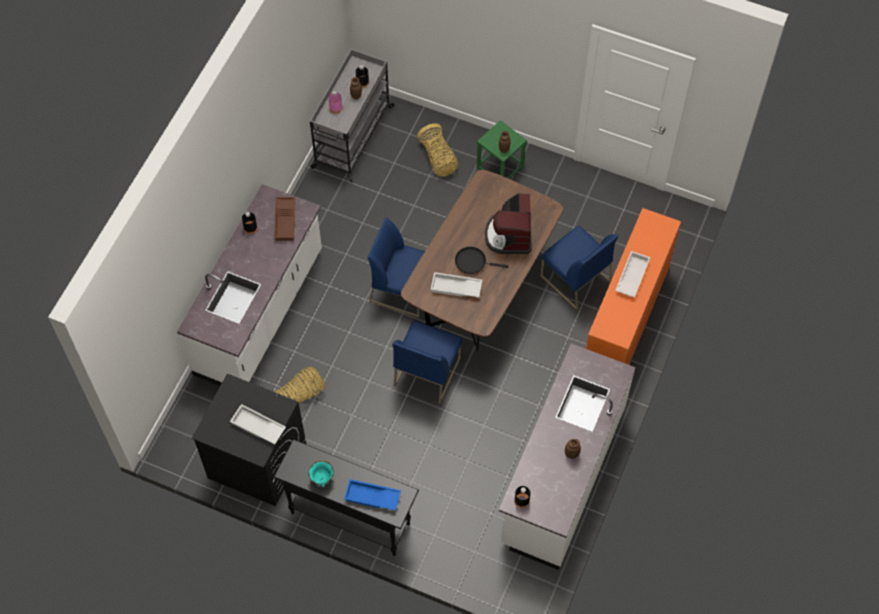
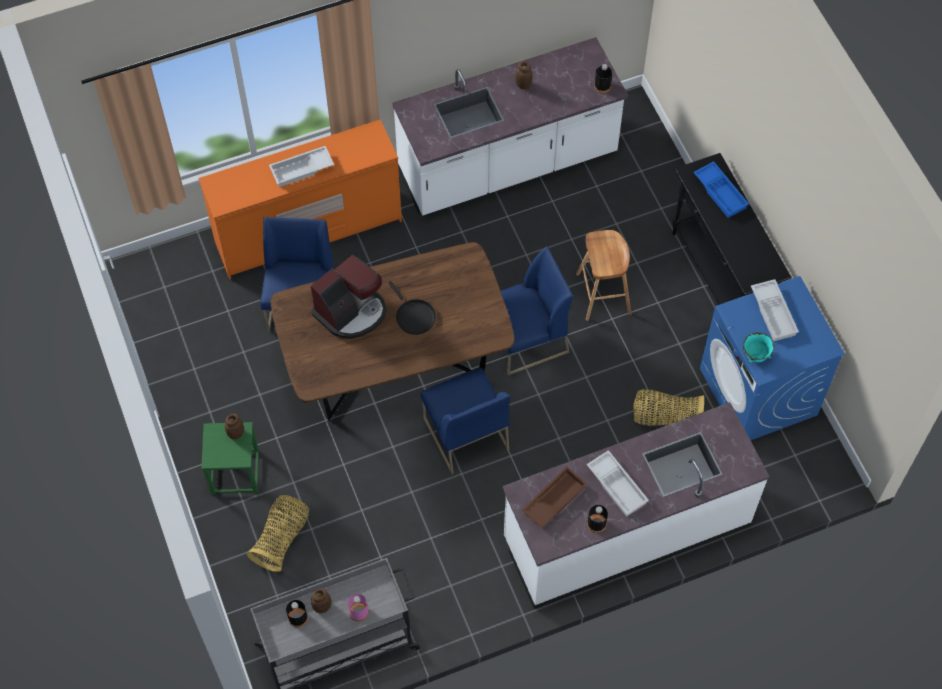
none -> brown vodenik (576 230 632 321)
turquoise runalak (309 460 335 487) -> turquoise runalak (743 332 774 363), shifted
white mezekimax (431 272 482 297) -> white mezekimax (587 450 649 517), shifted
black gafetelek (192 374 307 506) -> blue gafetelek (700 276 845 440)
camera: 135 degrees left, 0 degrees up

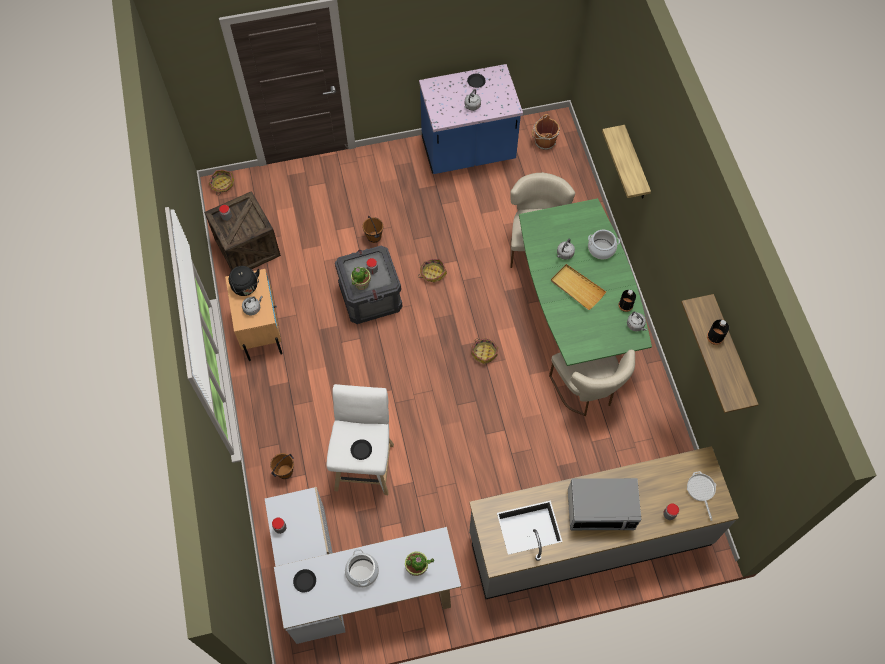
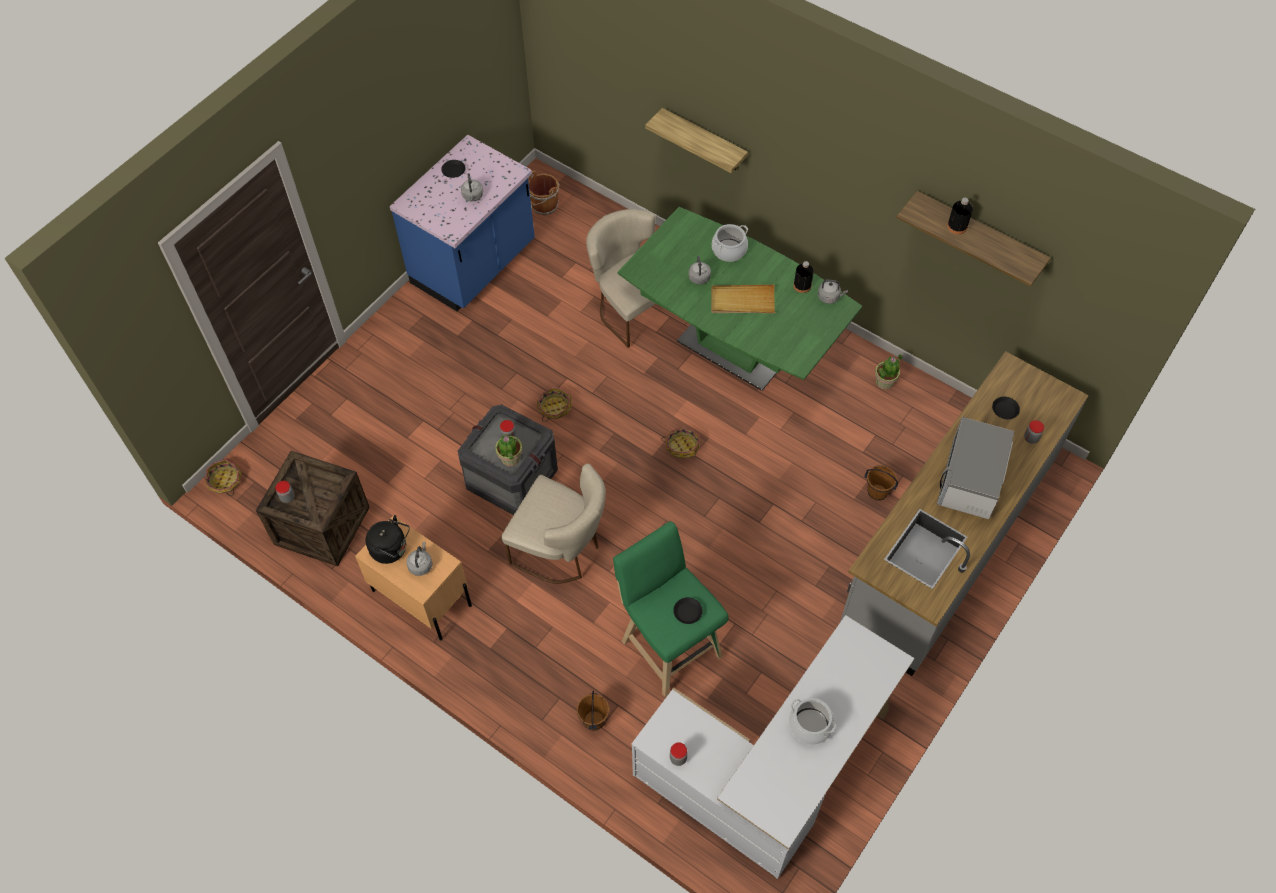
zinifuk (687 471 716 521) -> none
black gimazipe (293 569 316 592) -> black gimazipe (992 397 1020 419), shifted
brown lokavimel (362 216 383 243) -> brown lokavimel (865 465 898 501), shifted
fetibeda (405 551 434 576) -> fetibeda (875 354 903 390), shifted
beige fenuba (549 350 635 416) -> beige fenuba (501 463 606 584), shifted
white vodenik (327 384 394 495) -> green vodenik (613 521 728 697)
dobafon (568 478 641 530) -> dobafon (937 417 1014 519), 150 degrees clockwise
camera: 40 degrees left, 5 degrees down

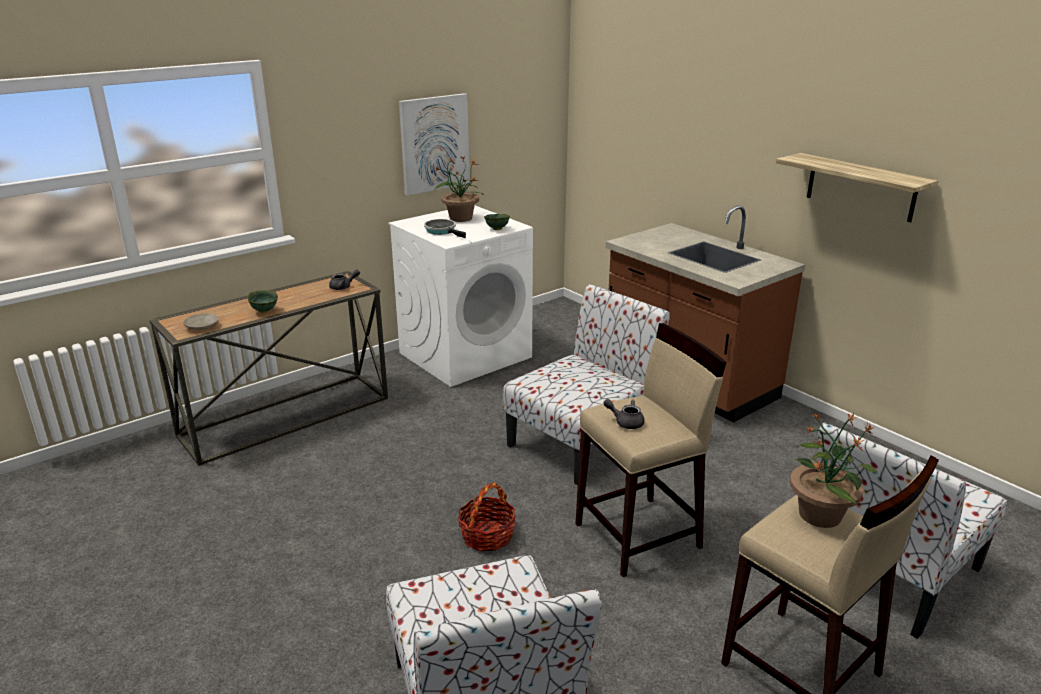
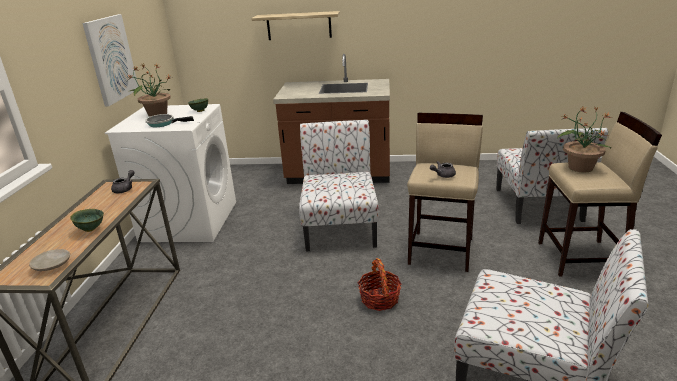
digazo (776 153 938 222) -> digazo (251 11 340 40), shifted
camera: 45 degrees left, 0 degrees up

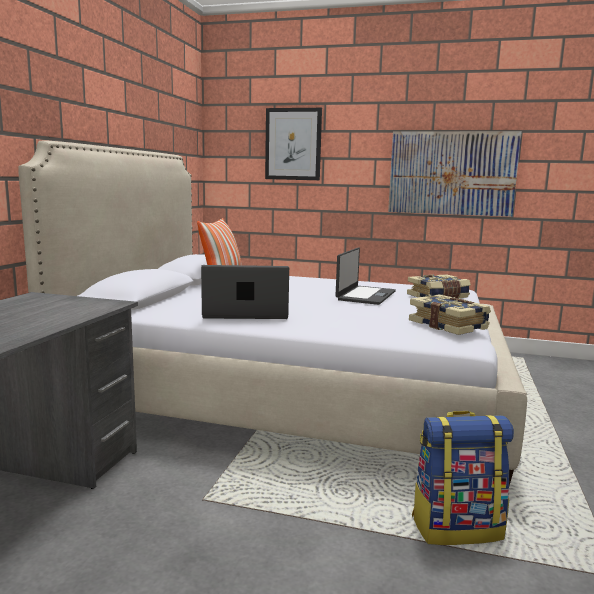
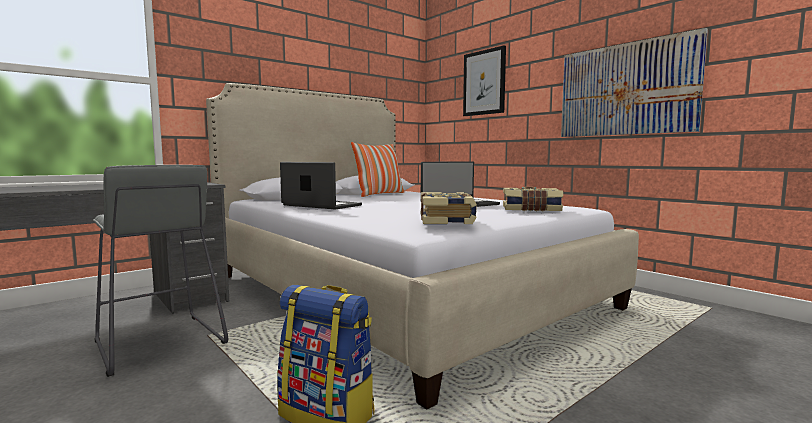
none -> grey vodenik (93 165 228 377)
camera: 35 degrees right, 5 degrees down

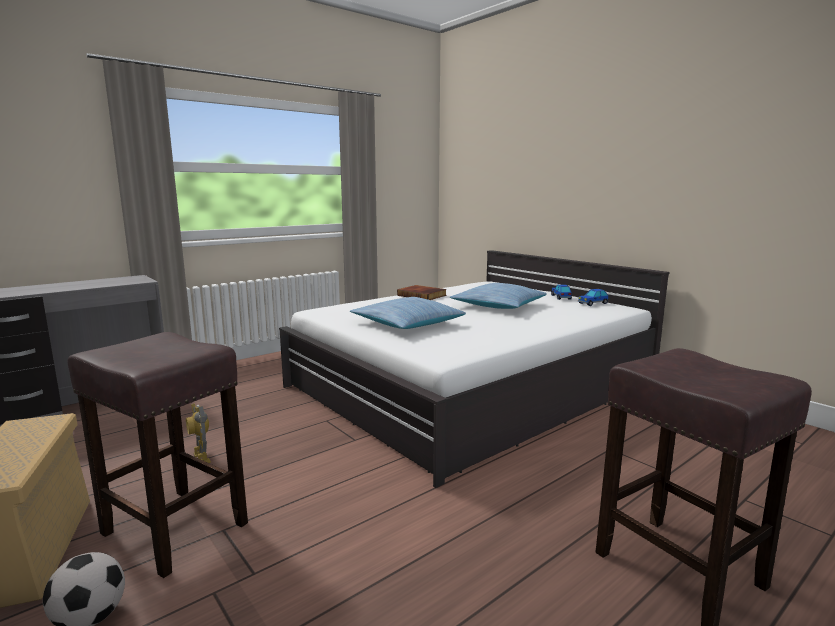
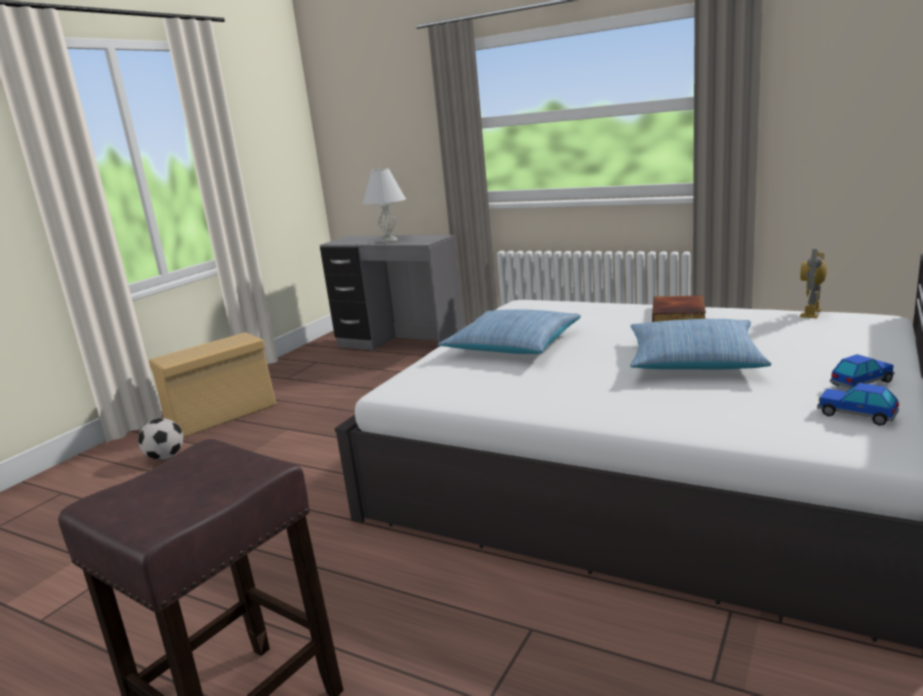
brown vodenik (67 332 248 578) -> none
none -> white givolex (362 168 406 242)
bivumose (186 404 211 463) -> bivumose (800 249 827 318), shifted
camera: 70 degrees right, 5 degrees up

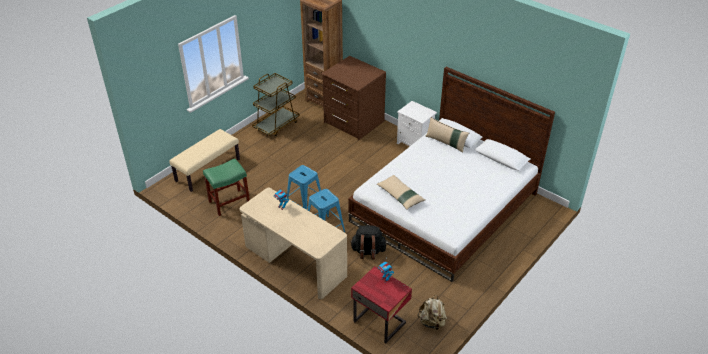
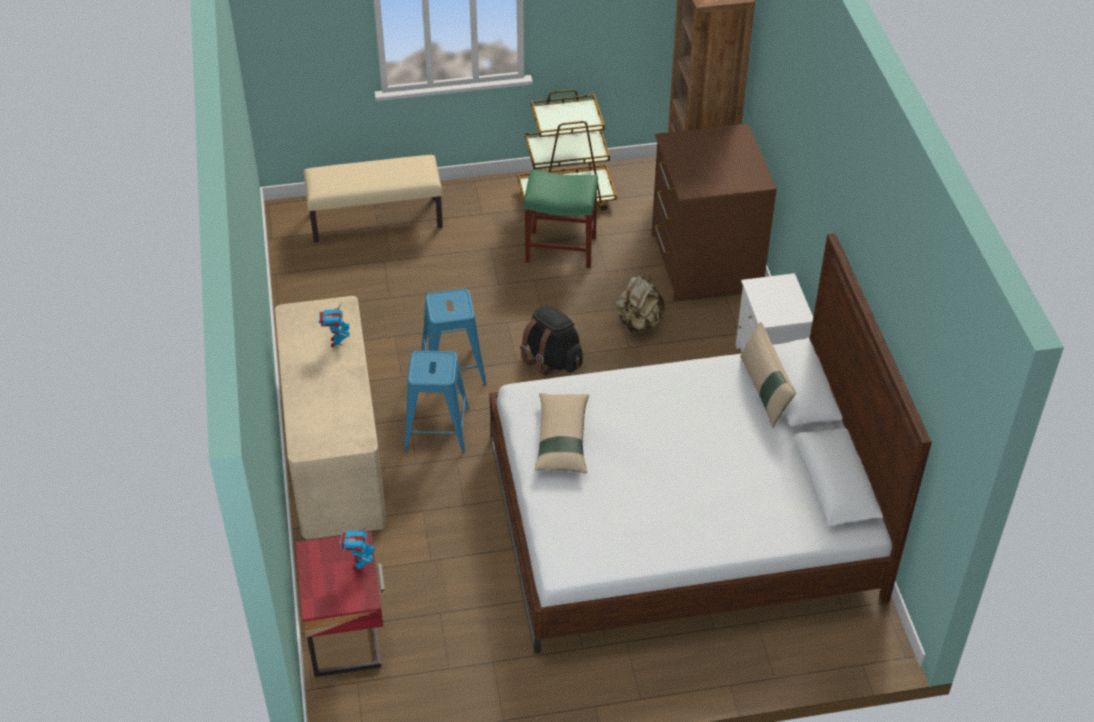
green vodenik (203 159 250 216) -> green vodenik (524 170 598 268), shifted
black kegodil (350 225 386 259) -> black kegodil (520 305 583 376), shifted
beige kegodil (417 295 447 330) -> beige kegodil (616 275 665 334), shifted
camera: 40 degrees right, 5 degrees up

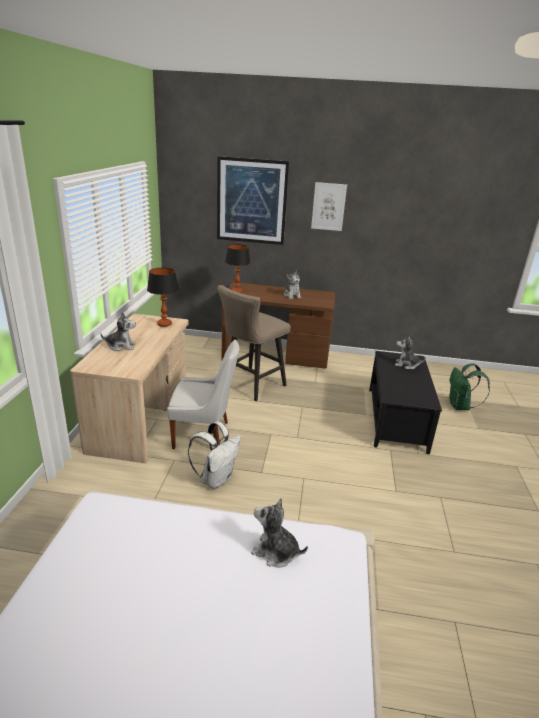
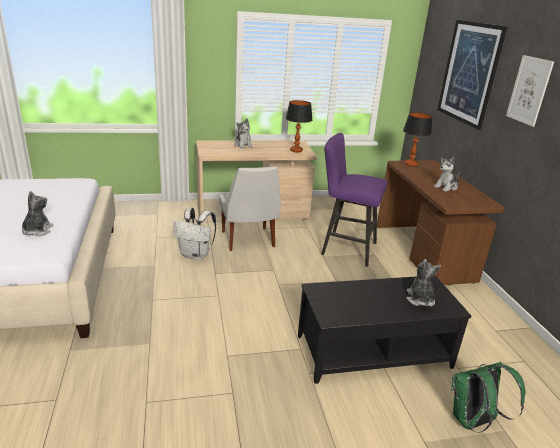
beige vodenik (217 285 291 401) -> purple vodenik (321 133 388 267)
camera: 70 degrees right, 0 degrees up

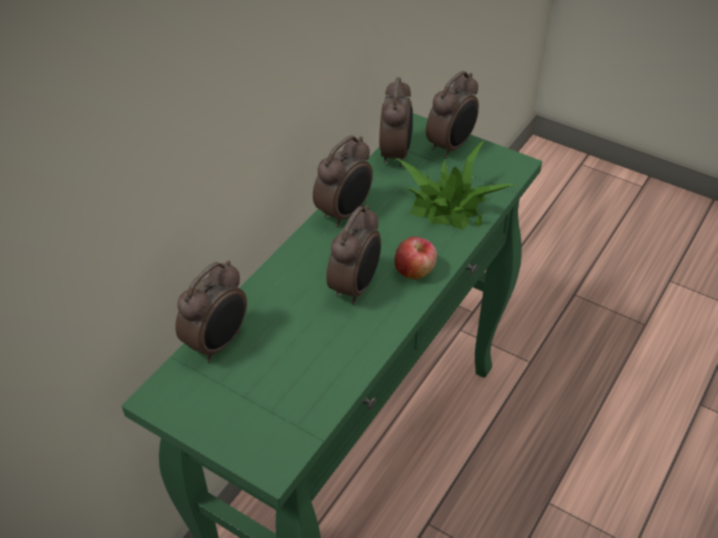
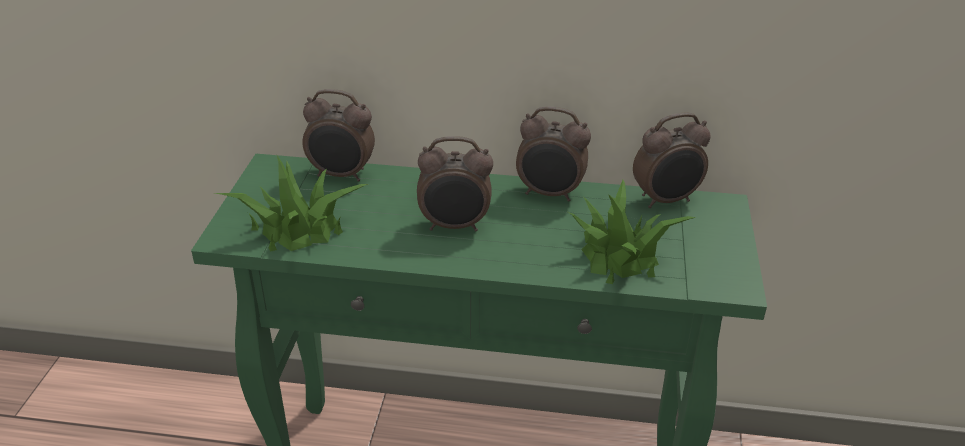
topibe (394 236 437 279) -> none
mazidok (426 71 479 158) -> none
none -> fetibeda (215 154 368 252)
camera: 65 degrees right, 10 degrees down

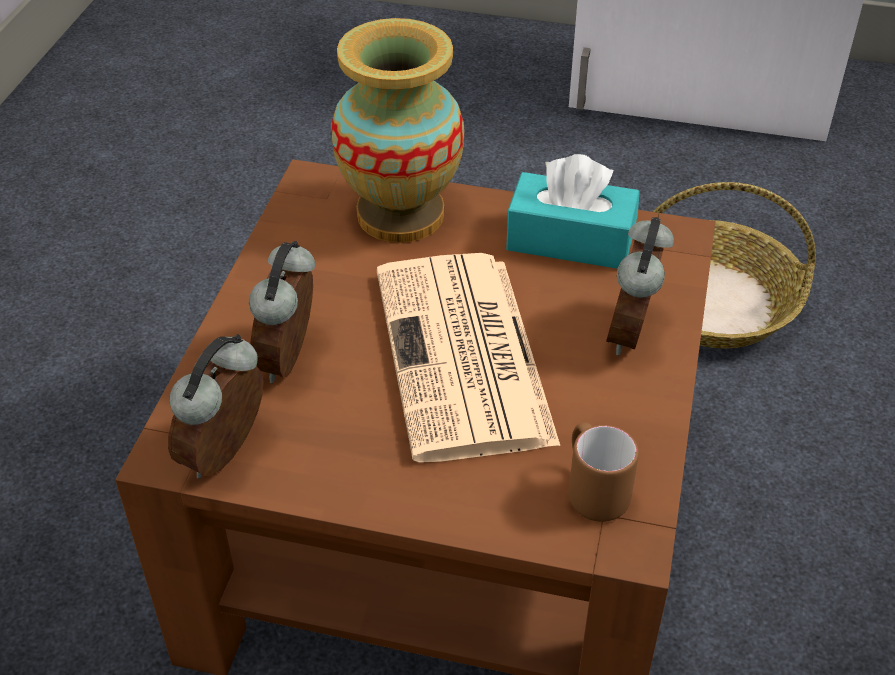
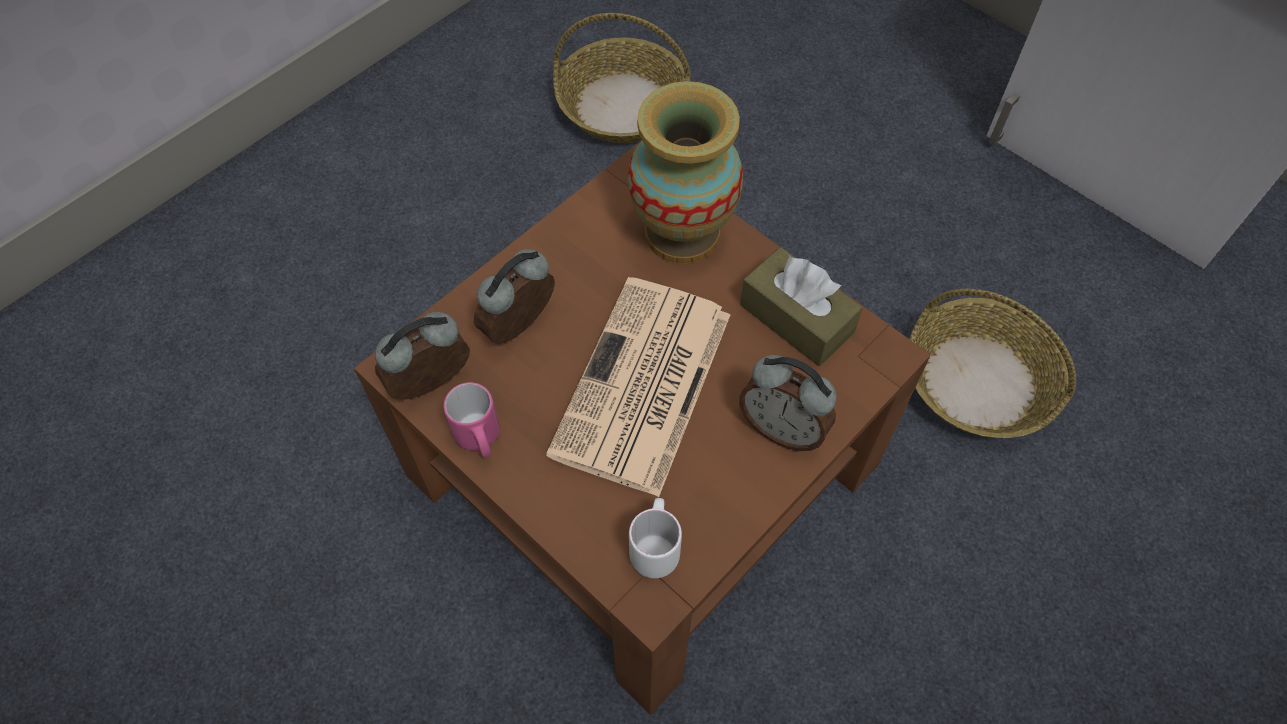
none -> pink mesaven (443 382 500 458)
none -> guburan (553 13 691 143)
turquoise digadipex (506 154 640 269) -> brown digadipex (740 247 863 366)
brown mesaven (569 422 639 522) -> white mesaven (629 498 682 578)
mazidok (606 217 674 356) -> mazidok (739 355 837 451), 105 degrees counterclockwise
camera: 30 degrees right, 15 degrees up

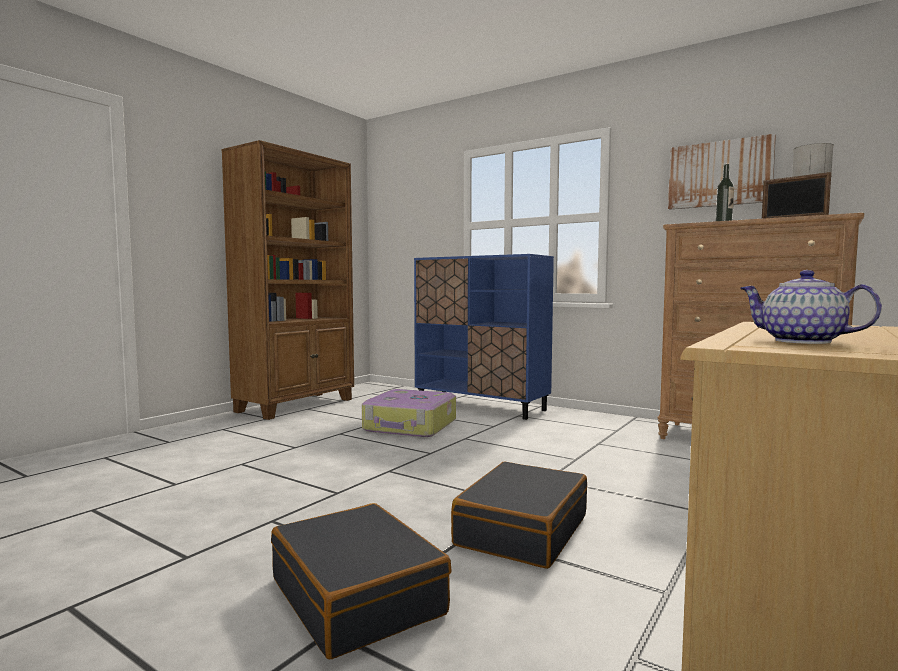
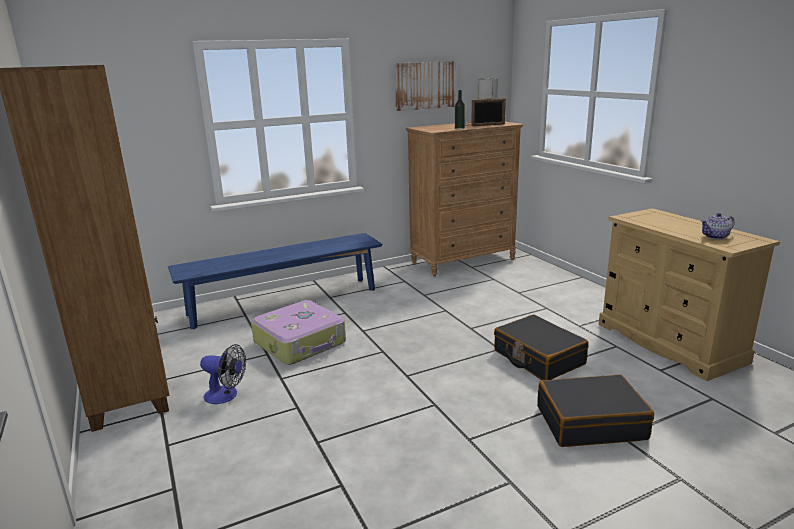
none -> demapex (200 344 246 404)
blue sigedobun (414 254 554 420) -> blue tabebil (168 233 382 329)
camera: 60 degrees left, 15 degrees up

